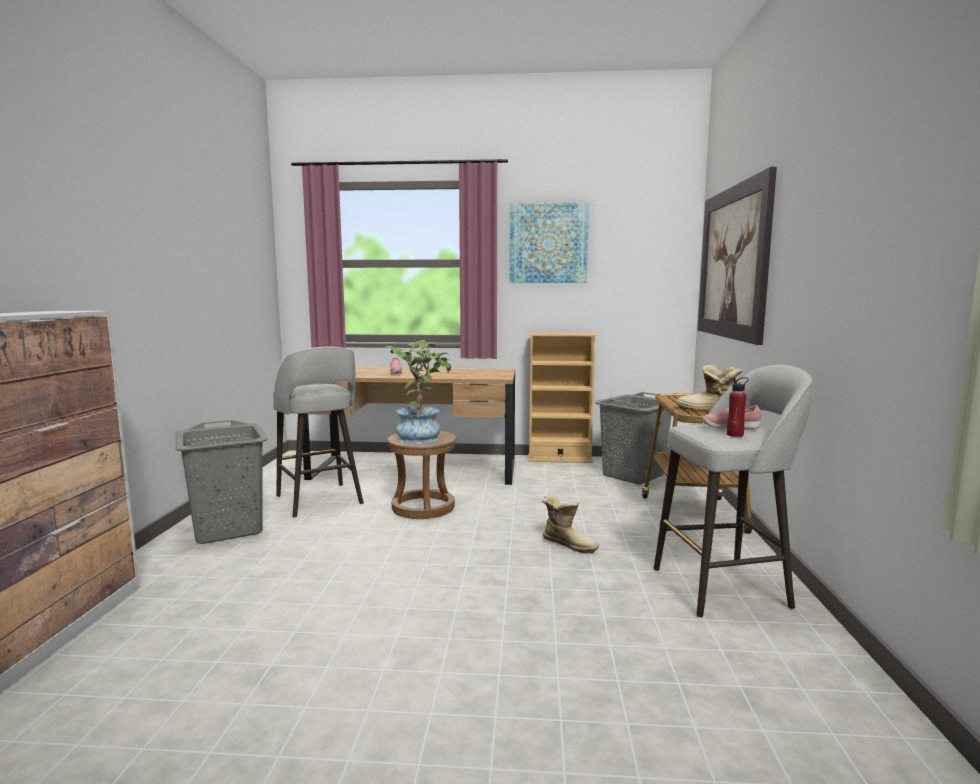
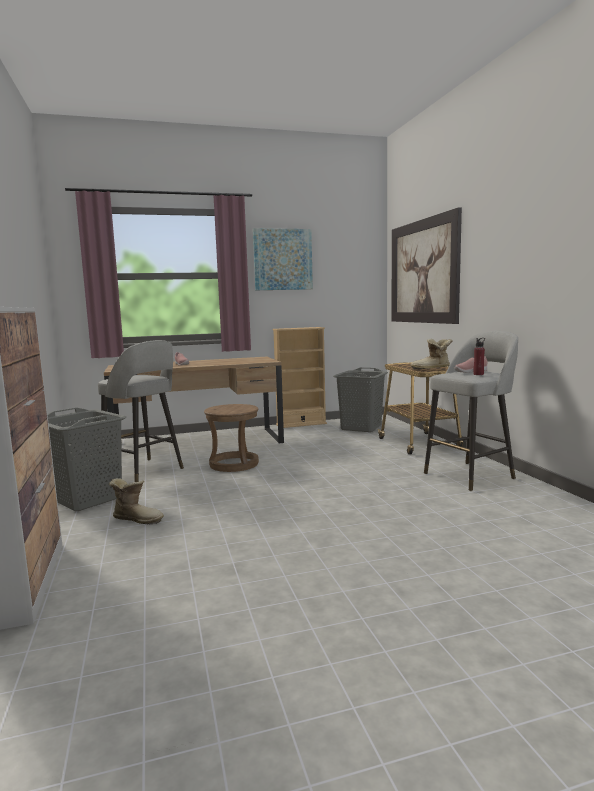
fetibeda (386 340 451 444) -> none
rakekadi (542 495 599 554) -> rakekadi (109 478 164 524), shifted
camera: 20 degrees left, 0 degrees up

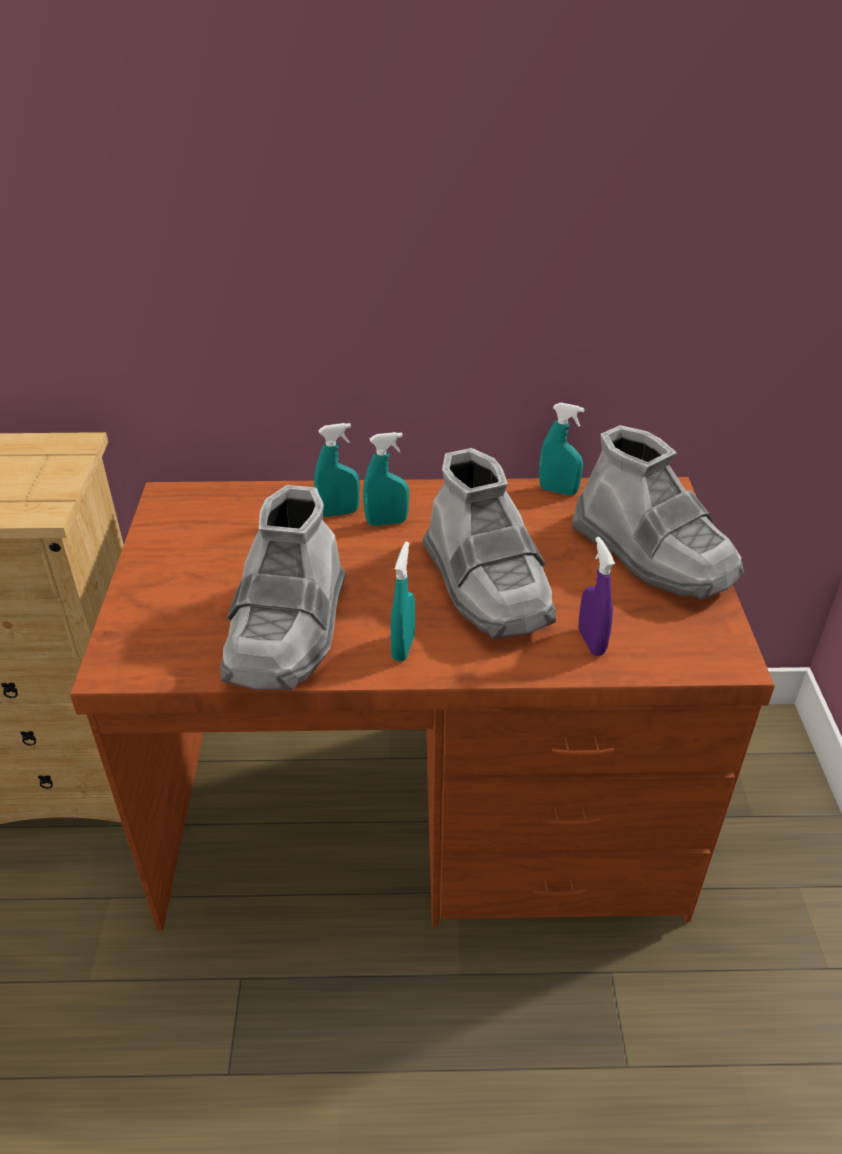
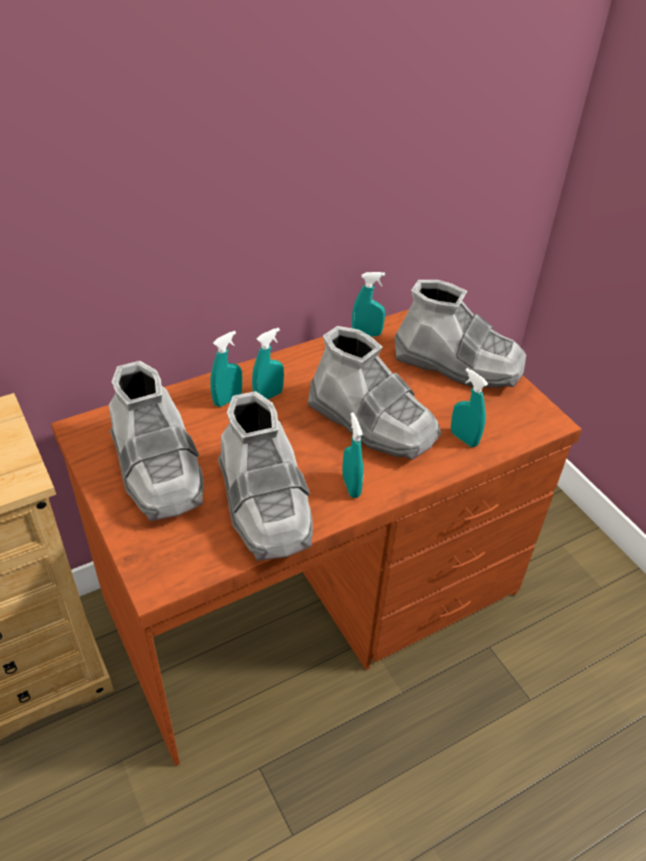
none -> grey rakekadi (109 361 204 521)
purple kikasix (579 537 615 656) -> turquoise kikasix (451 368 488 447)
camera: 30 degrees left, 5 degrees up

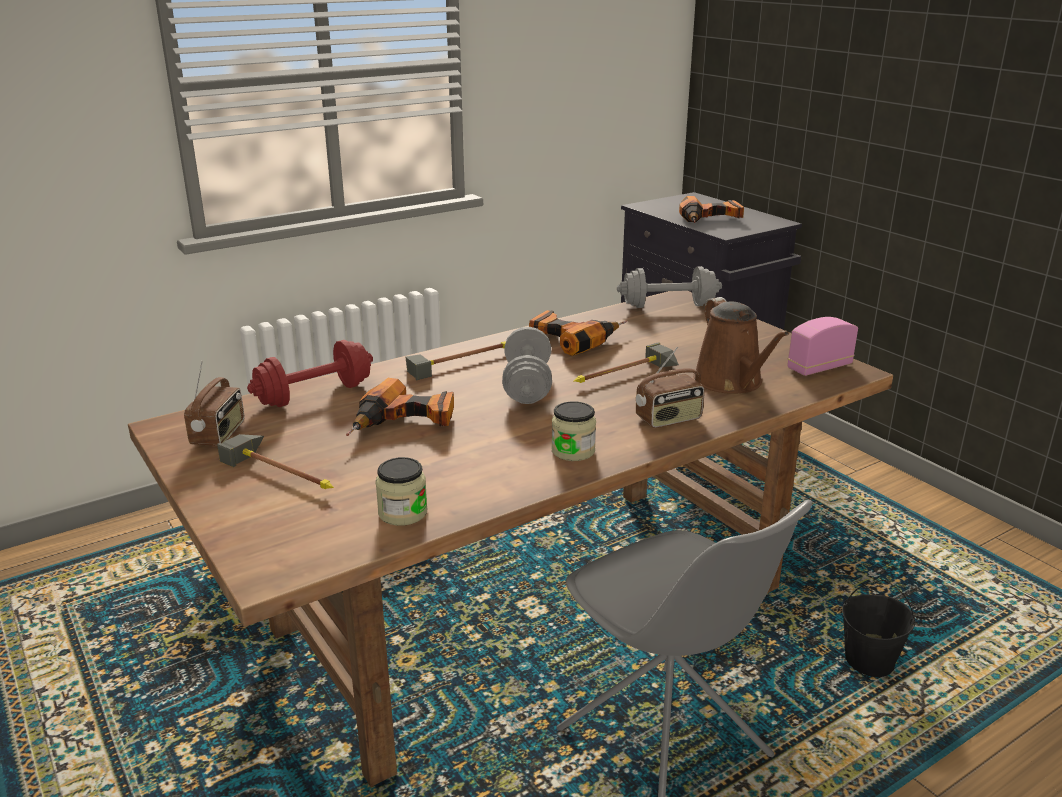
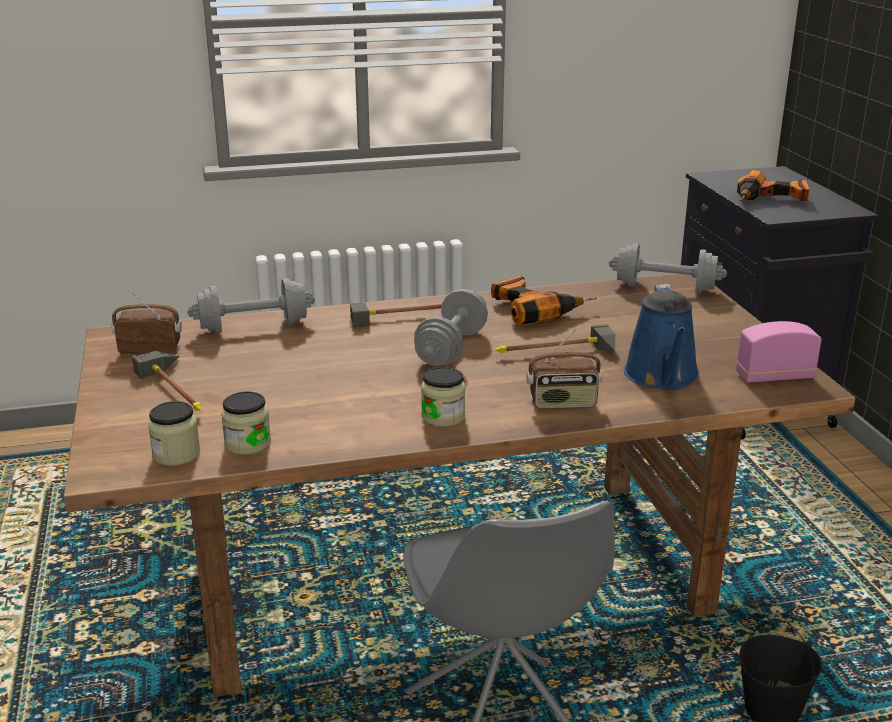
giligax (346 378 454 436) -> none
none -> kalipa (148 401 200 466)
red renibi (247 340 373 407) -> grey renibi (187 278 315 333)
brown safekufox (693 297 789 394) -> blue safekufox (624 284 699 390)
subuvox (184 361 244 446) -> subuvox (111 290 182 355), 120 degrees counterclockwise
camera: 20 degrees right, 0 degrees up

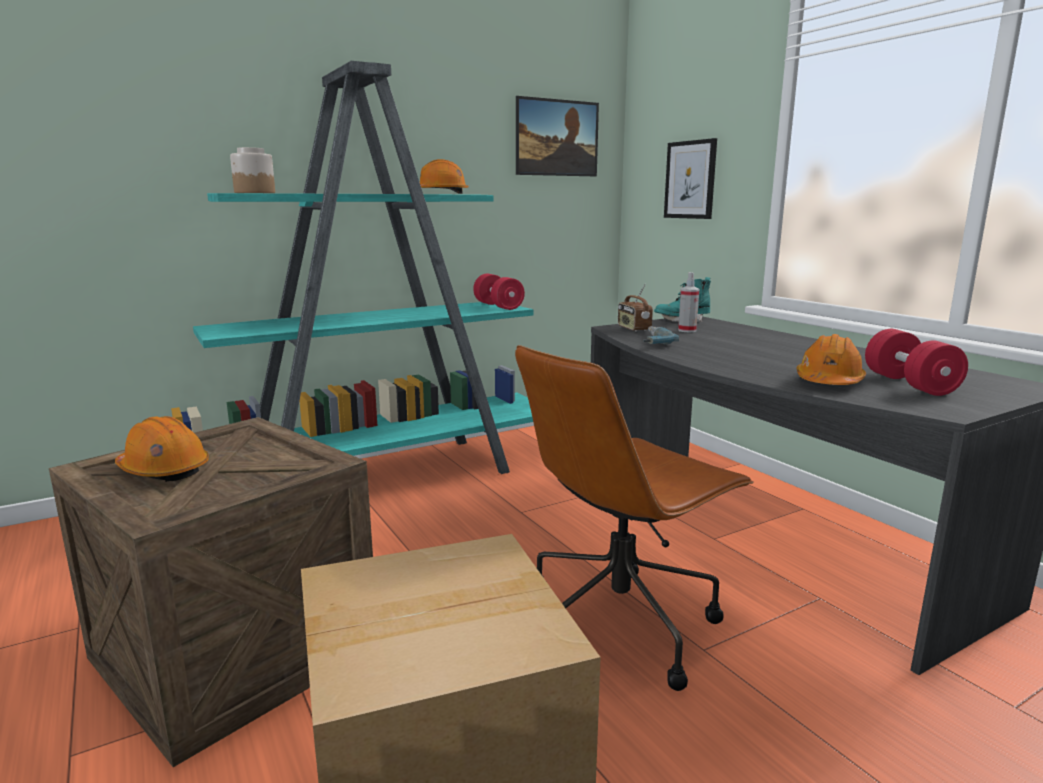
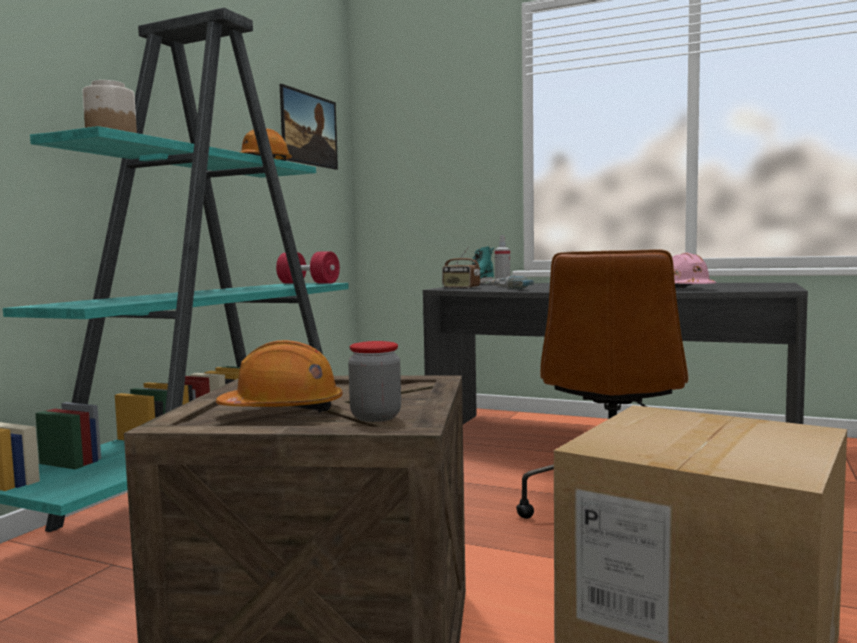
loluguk (664 138 717 219) -> none
red renibi (865 329 968 396) -> none
none -> kalipa (348 341 401 422)
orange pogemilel (796 334 866 385) -> pink pogemilel (672 253 716 288)
camera: 35 degrees left, 10 degrees down

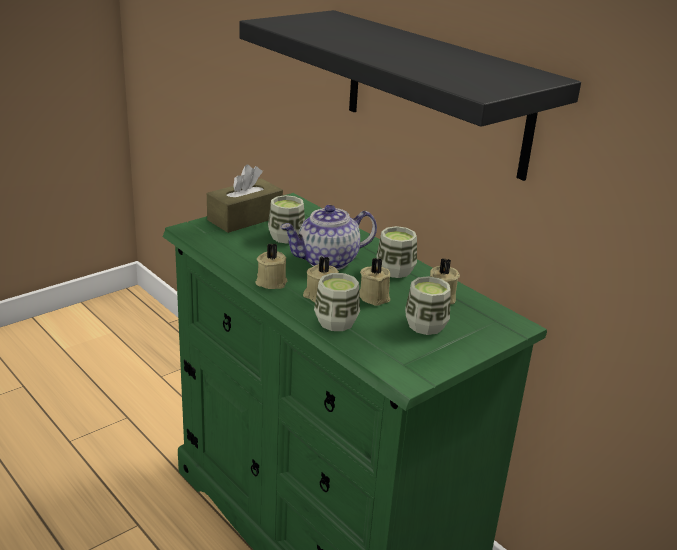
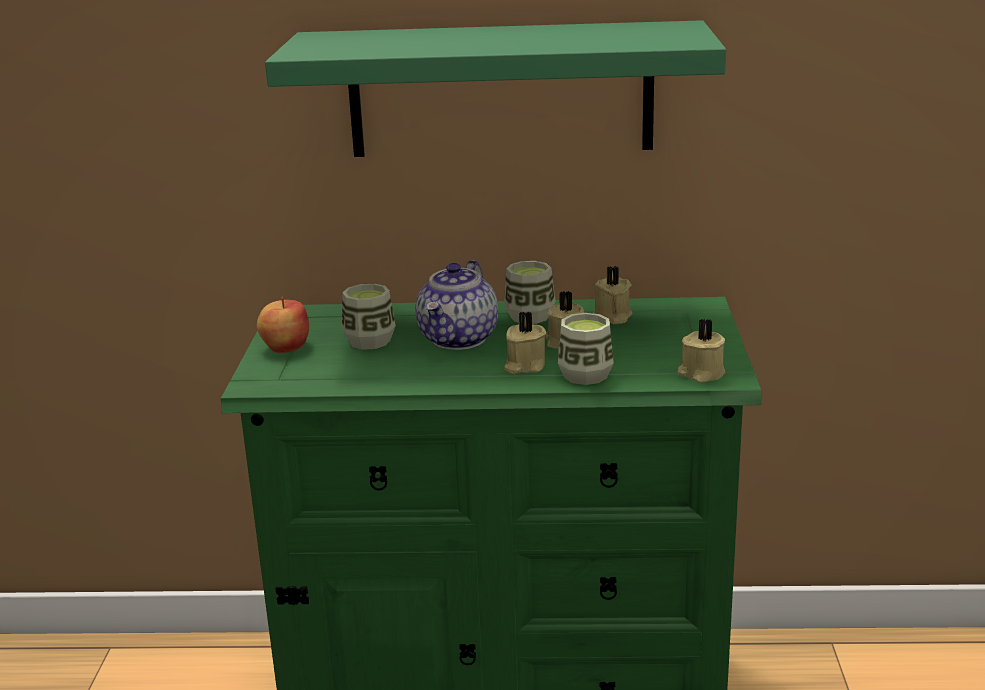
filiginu (405 276 451 335) -> none
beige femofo (255 243 287 289) -> beige femofo (677 319 725 383), shifted
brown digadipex (207 165 283 233) -> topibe (257 297 309 353)
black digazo (239 10 581 181) -> green digazo (265 20 726 157)
camera: 45 degrees left, 5 degrees down

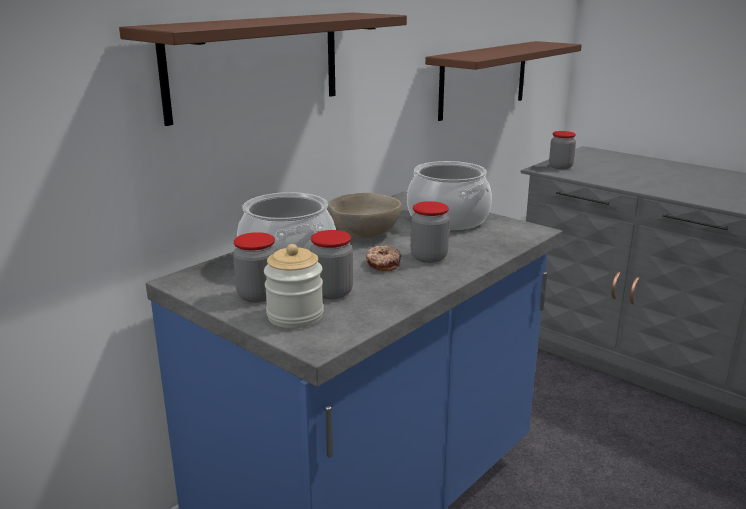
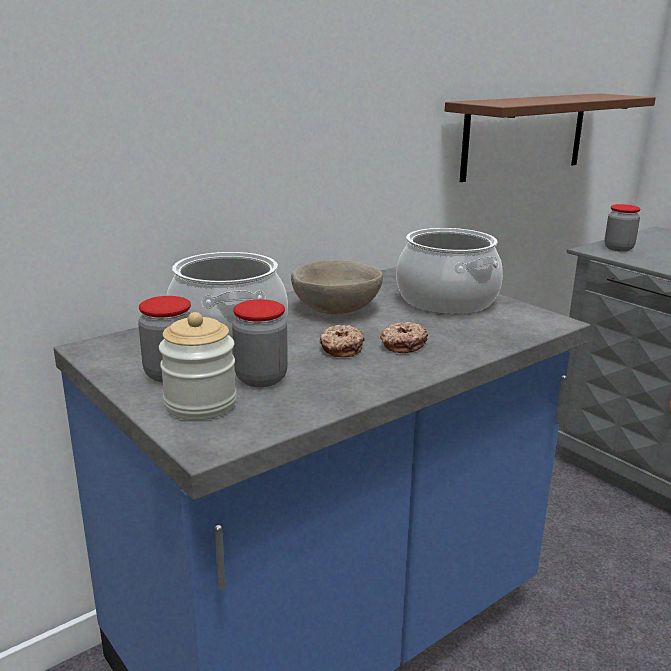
brown digazo (119 13 407 126) -> none
kalipa (411 201 450 263) -> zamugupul (380 322 428 353)
camera: 10 degrees right, 0 degrees up

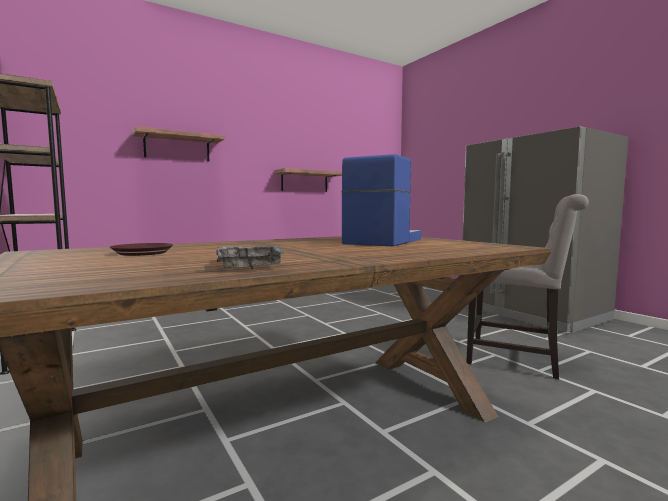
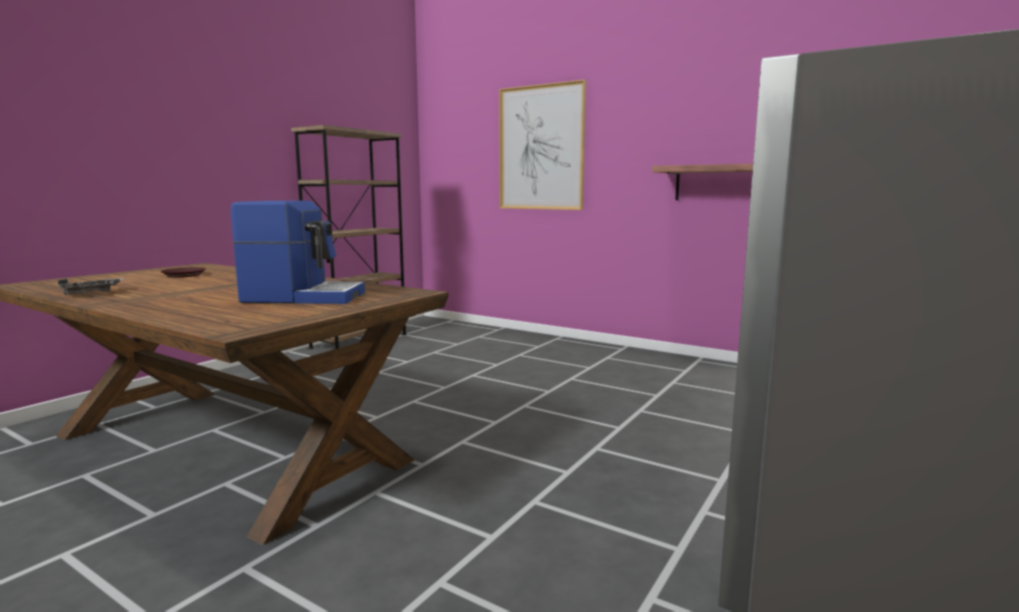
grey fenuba (466 194 589 379) -> none
digazo (133 126 225 161) -> loluguk (499 80 586 210)
camera: 65 degrees right, 5 degrees up

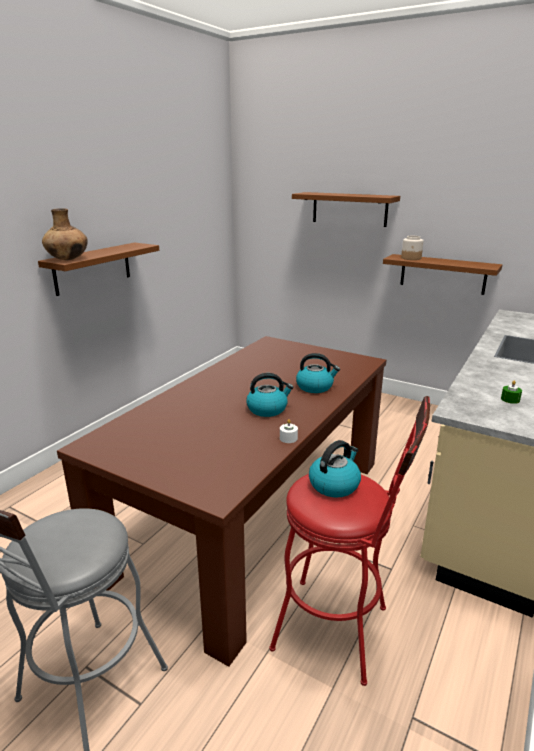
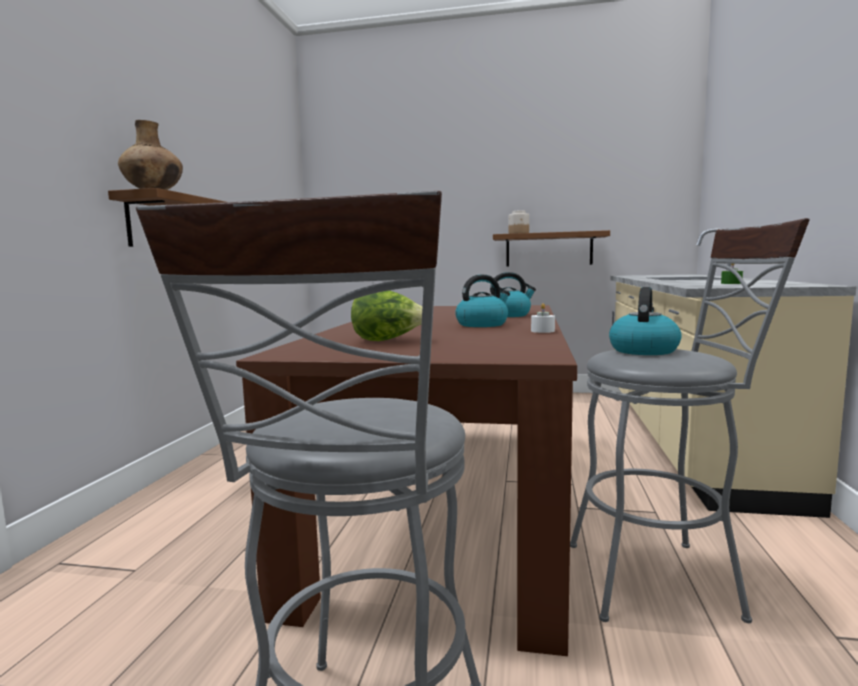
brown digazo (292 192 400 227) -> none
none -> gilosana (351 290 422 341)
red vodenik (269 396 430 686) -> grey vodenik (570 218 810 623)
camera: 20 degrees left, 15 degrees down

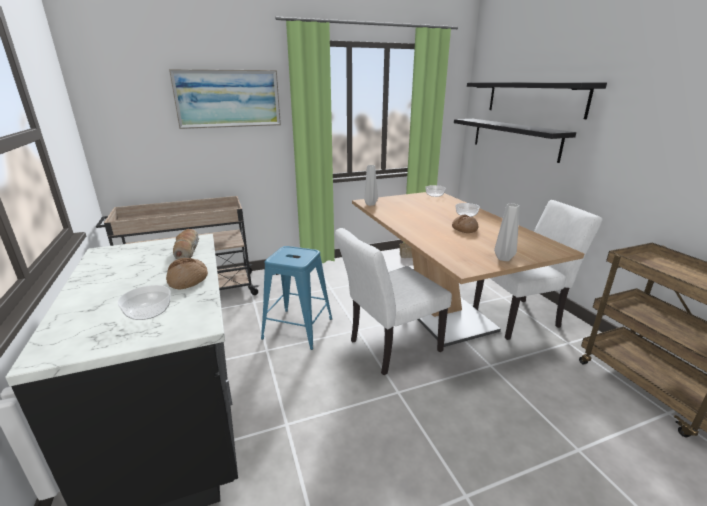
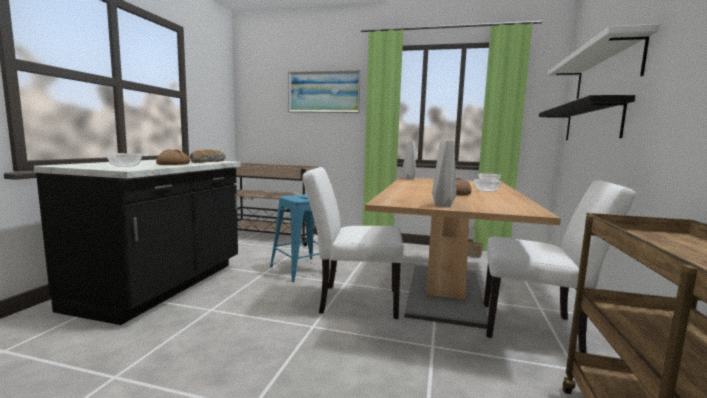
black digazo (467 82 607 119) -> white digazo (547 24 660 99)
camera: 35 degrees right, 15 degrees down

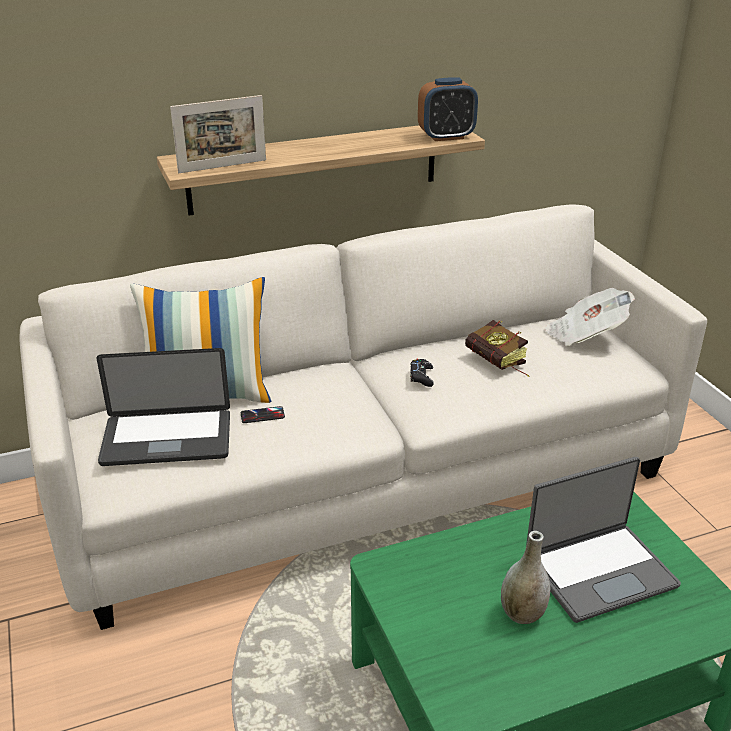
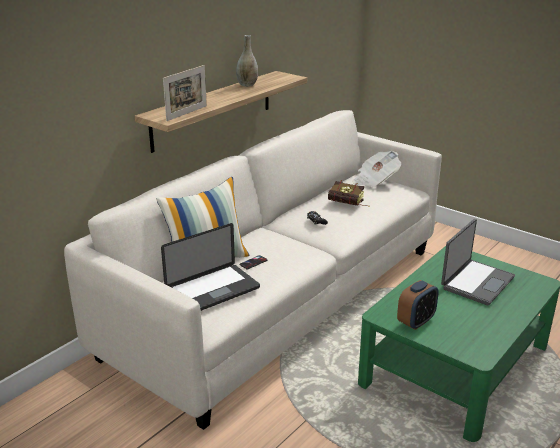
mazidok (418 77 478 141) -> mazidok (397 280 439 330), shifted
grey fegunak (501 531 550 624) -> grey fegunak (236 35 258 87), shifted
camera: 30 degrees left, 5 degrees down

